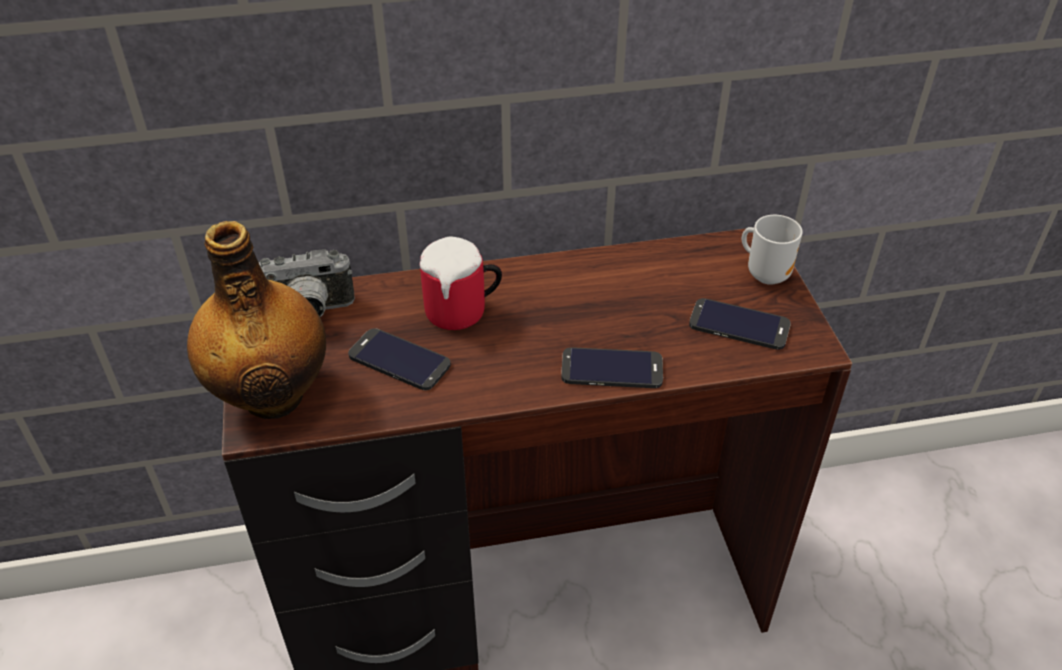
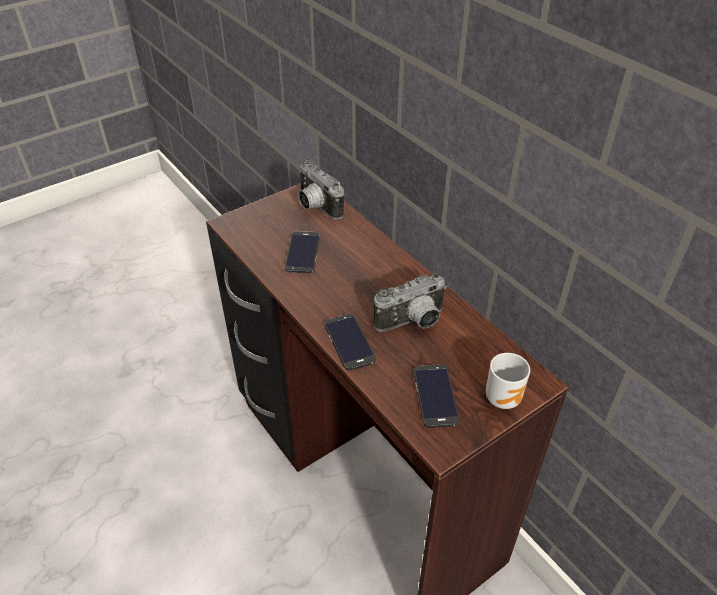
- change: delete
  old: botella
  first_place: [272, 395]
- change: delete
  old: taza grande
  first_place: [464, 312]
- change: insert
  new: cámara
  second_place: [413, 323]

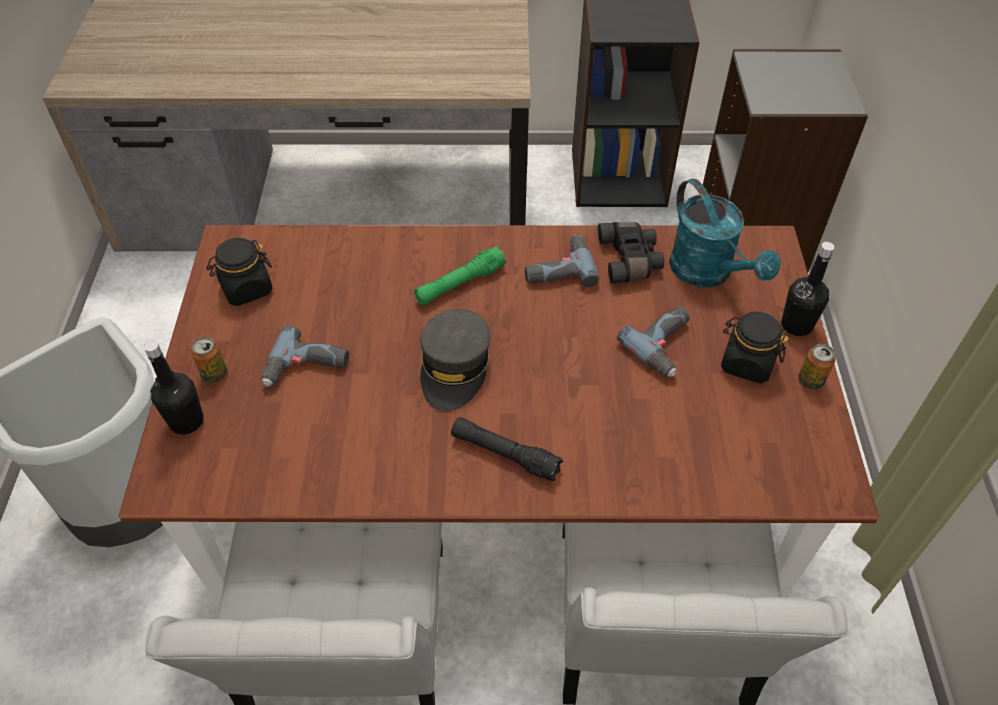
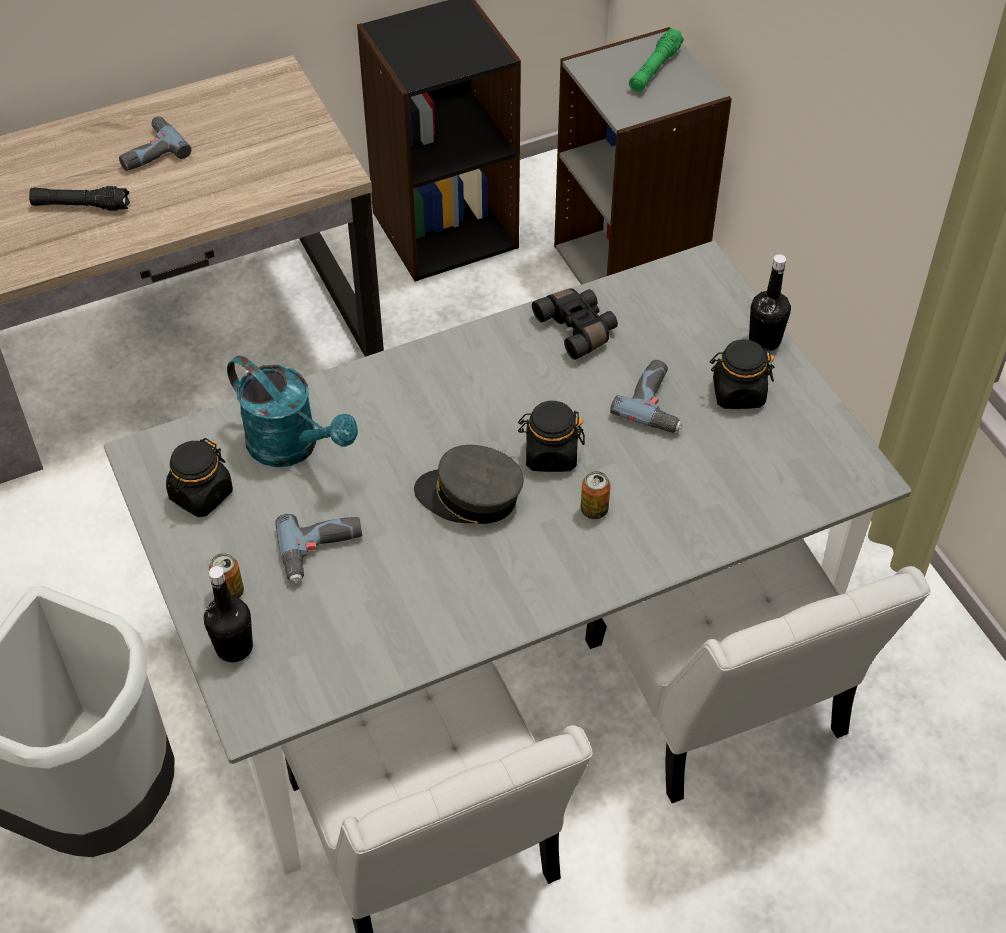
- change: recolor
  old: mesa de comedor/marrón
  new: mesa de comedor/gris
  first_place: [500, 497]
  second_place: [503, 634]
- change: move
  old: linterna/verde
  first_place: [460, 284]
  second_place: [654, 69]
- change: rotate
  old: gorra/gris
  first_place: [455, 368]
  second_place: [470, 497]
  degrees: 120
- change: move
  old: linterna/negro
  first_place: [505, 454]
  second_place: [81, 206]
- change: move
  old: taladro
  first_place: [557, 267]
  second_place: [149, 151]
- change: move
  old: regadera/turquesa
  first_place: [708, 273]
  second_place: [293, 447]
- change: move
  old: lata
  first_place: [810, 380]
  second_place: [594, 510]
- change: insert
  new: tarro/negro
  second_place: [550, 455]

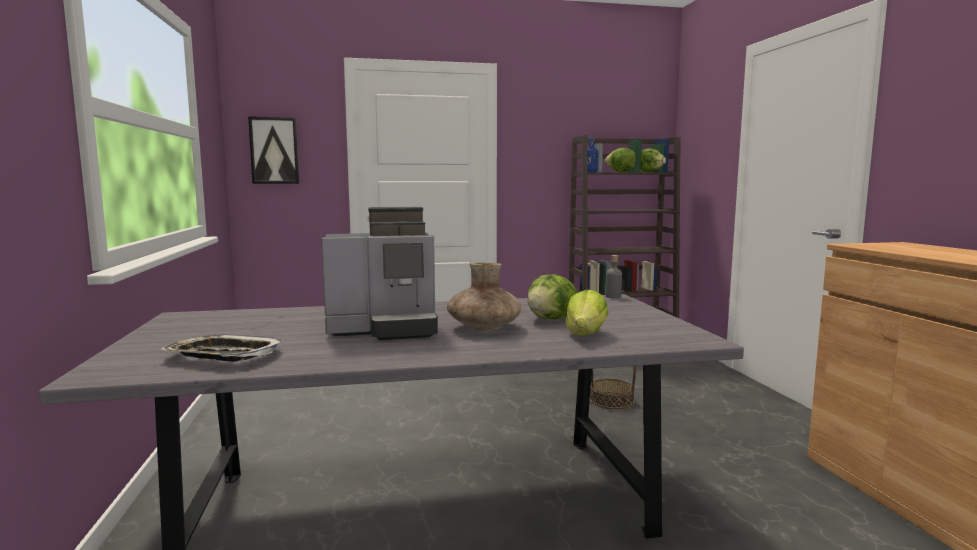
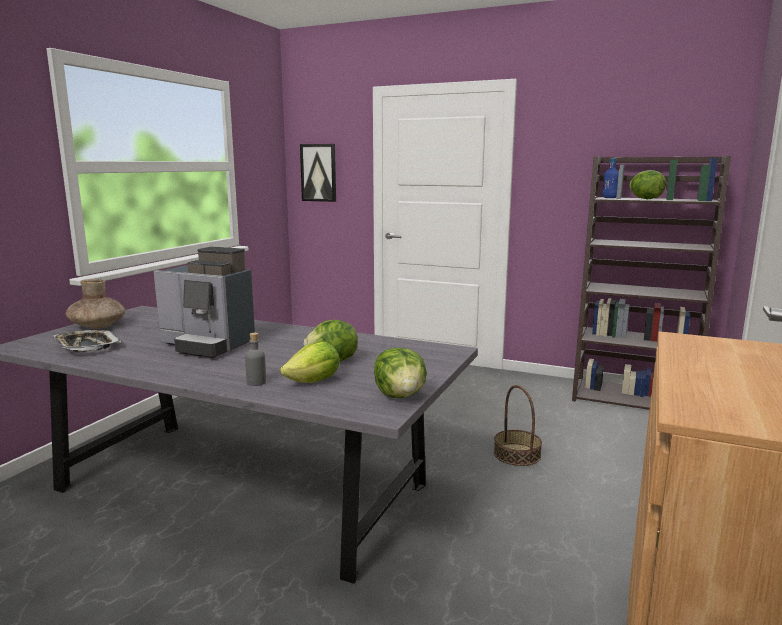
- change: move
  old: florero/marrón
  first_place: [484, 327]
  second_place: [98, 326]
- change: move
  old: botella/gris
  first_place: [613, 296]
  second_place: [256, 382]
- change: move
  old: lechuga
  first_place: [649, 172]
  second_place: [401, 396]

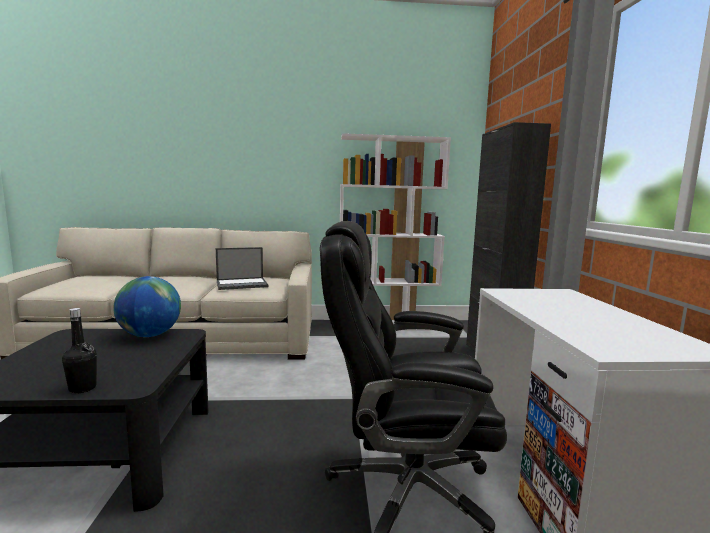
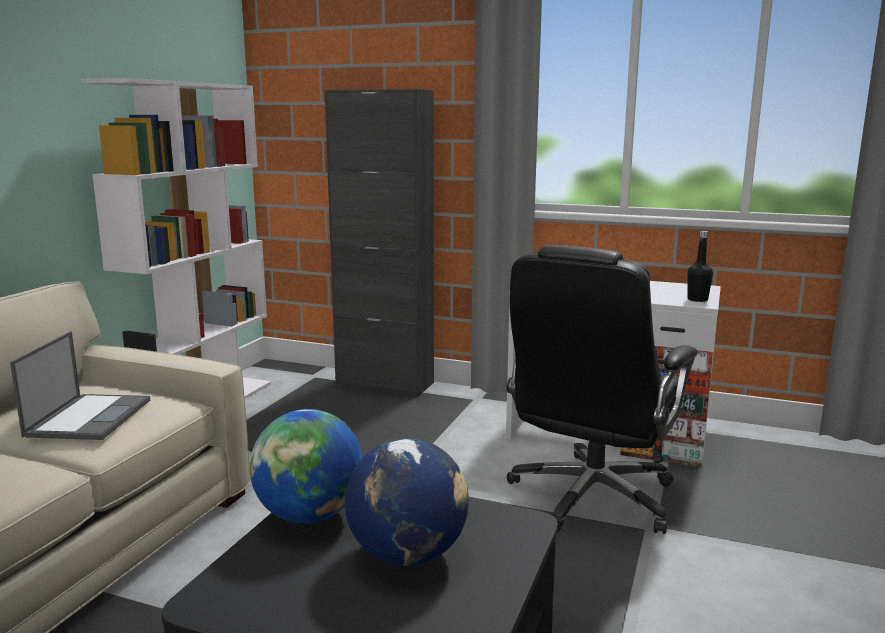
- change: move
  old: botella/negro
  first_place: [82, 388]
  second_place: [697, 299]
- change: insert
  new: globo terráqueo
  second_place: [408, 554]

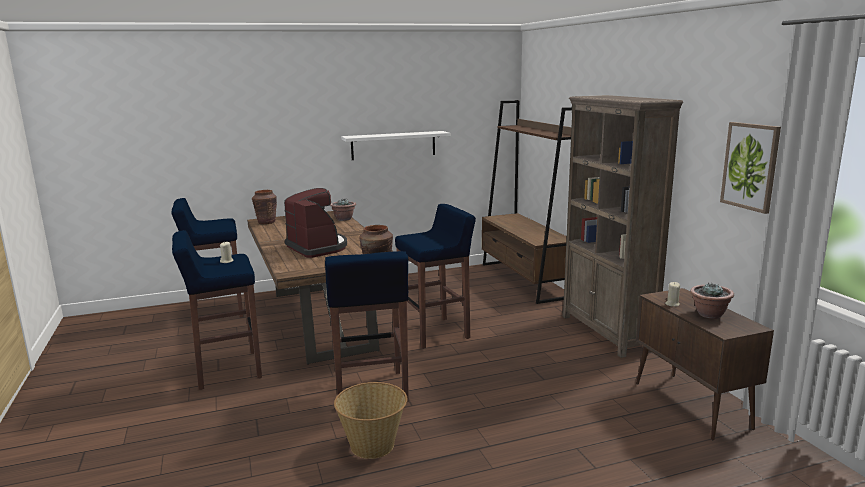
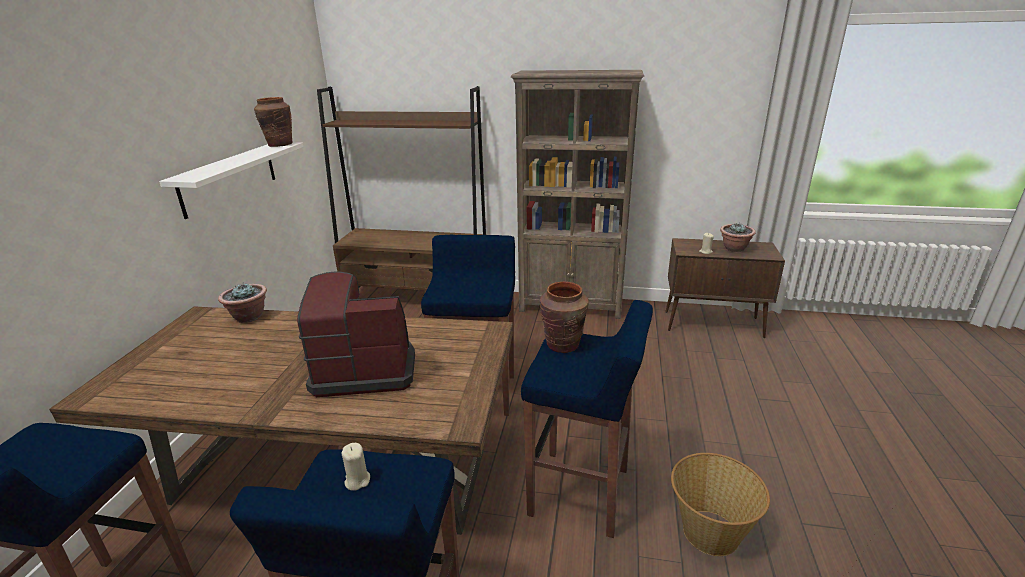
- change: move
  old: florero/marrón
  first_place: [266, 222]
  second_place: [280, 145]
- change: delete
  old: cuadro
  first_place: [750, 166]

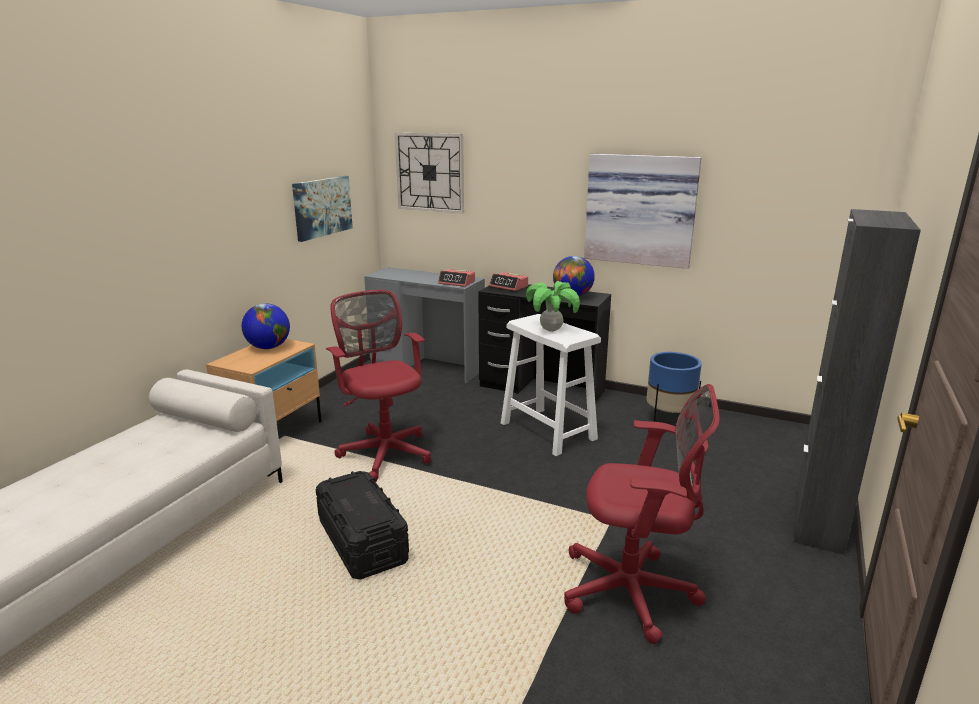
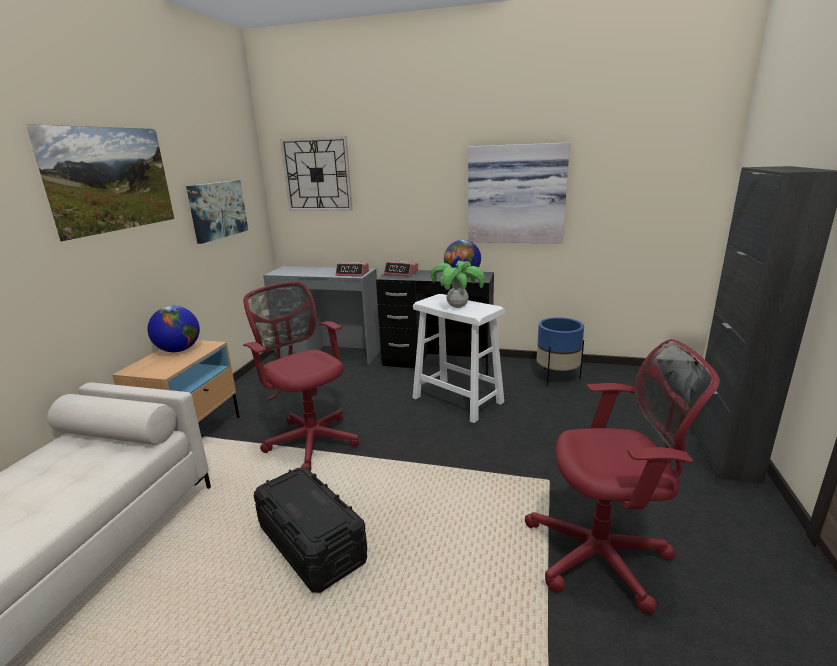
- change: insert
  new: cuadro
  second_place: [118, 204]

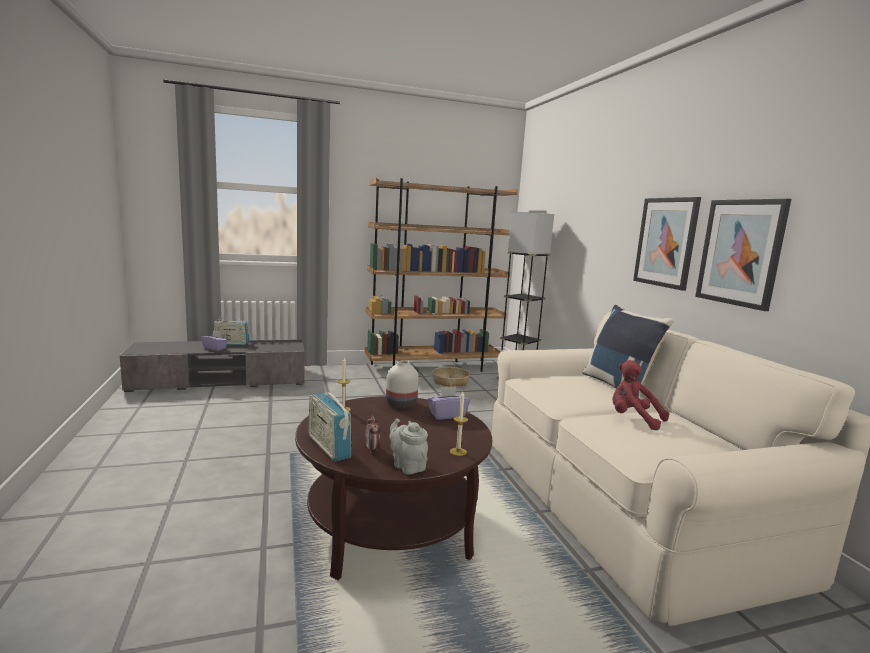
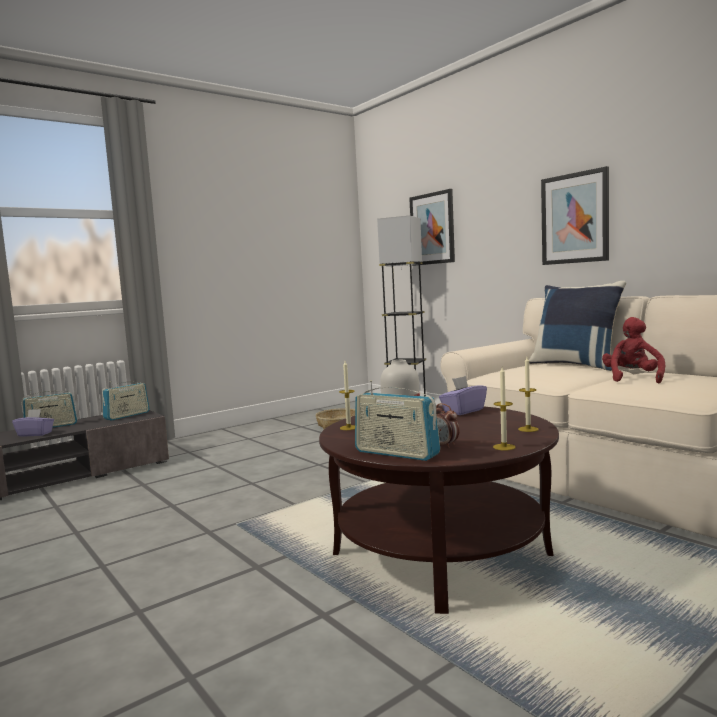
- change: delete
  old: estantería/marrón
  first_place: [433, 367]
- change: replace
  old: tetera/gris
  new: vela
  first_place: [407, 466]
  second_place: [504, 447]
- change: rotate
  old: peluche/rojo
  first_place: [633, 419]
  second_place: [632, 378]
  degrees: 90
- change: move
  old: cuadro
  first_place: [740, 252]
  second_place: [432, 228]
- change: insert
  new: radio
  second_place: [127, 415]

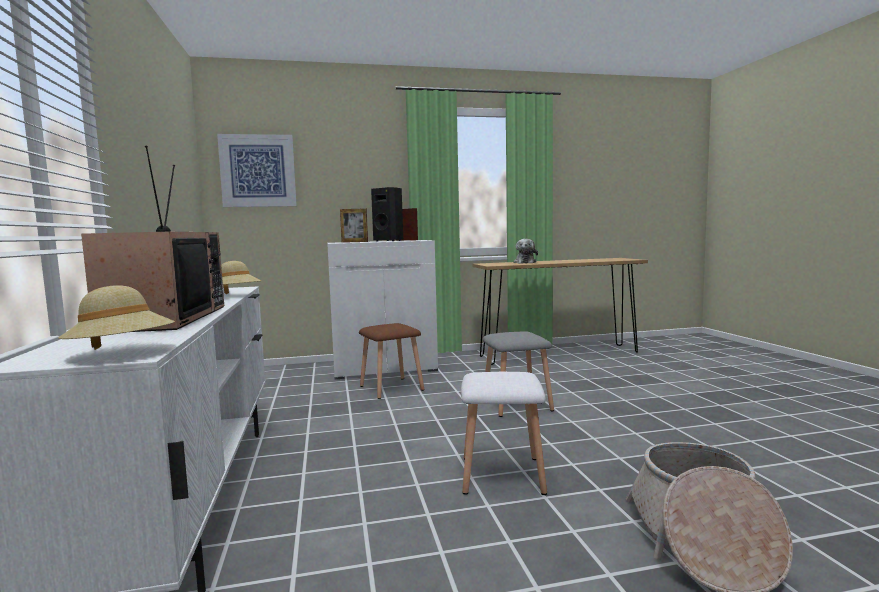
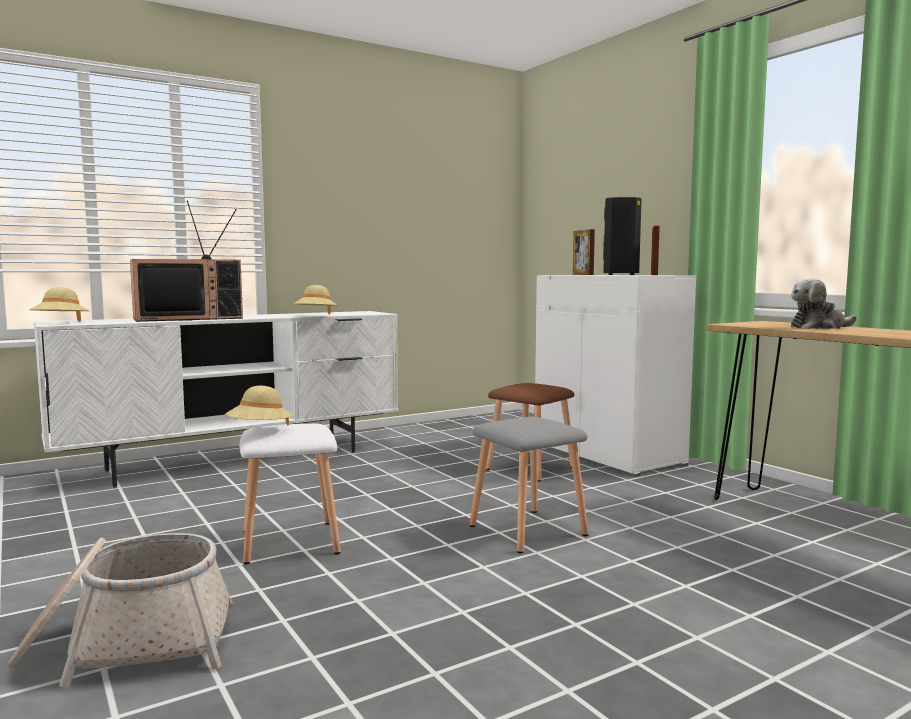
- change: delete
  old: cuadro
  first_place: [258, 171]
- change: insert
  new: sombrero/beis
  second_place: [259, 431]

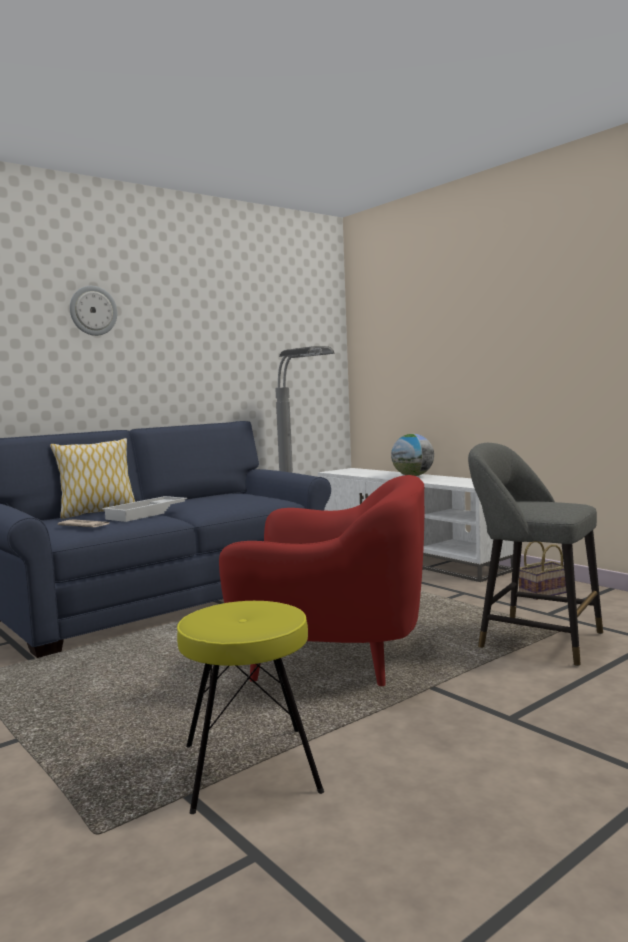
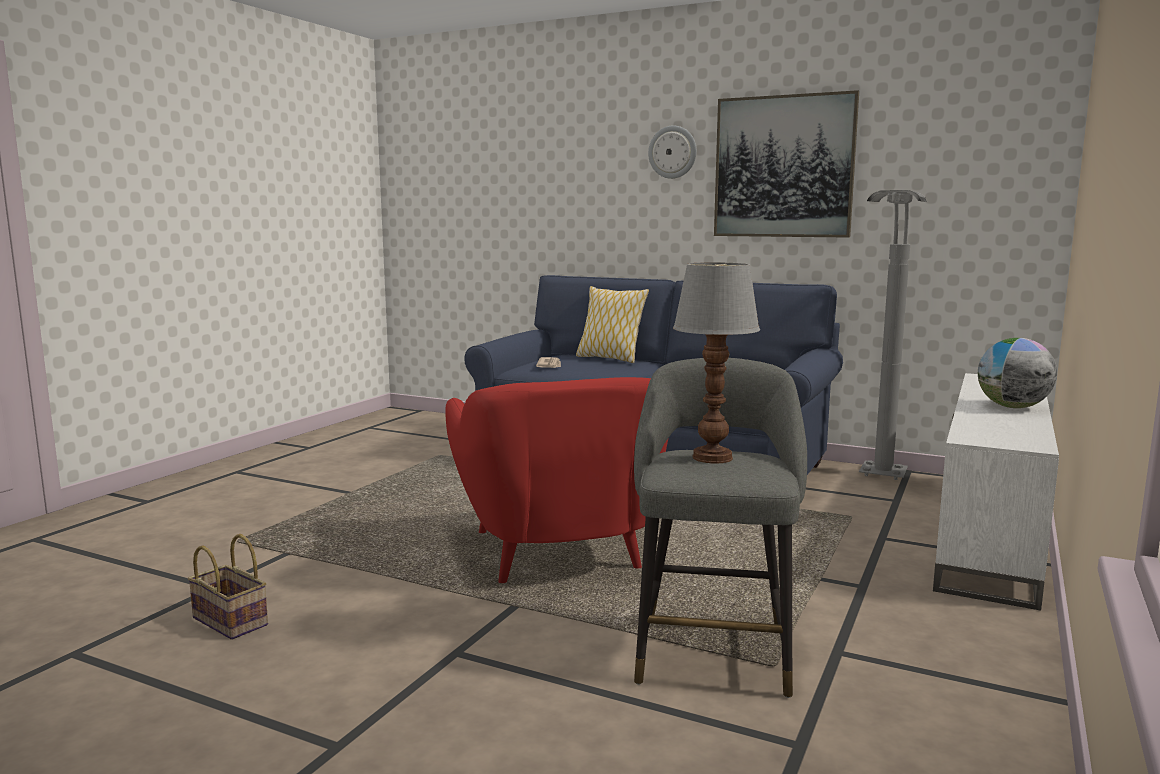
- change: delete
  old: bandeja/blanco
  first_place: [146, 514]
- change: delete
  old: taburete/amarillo
  first_place: [249, 768]
- change: move
  old: cesta
  first_place: [544, 592]
  second_place: [232, 621]
- change: insert
  new: lámpara de mesa
  second_place: [711, 458]
- change: insert
  new: cuadro
  second_place: [783, 167]

